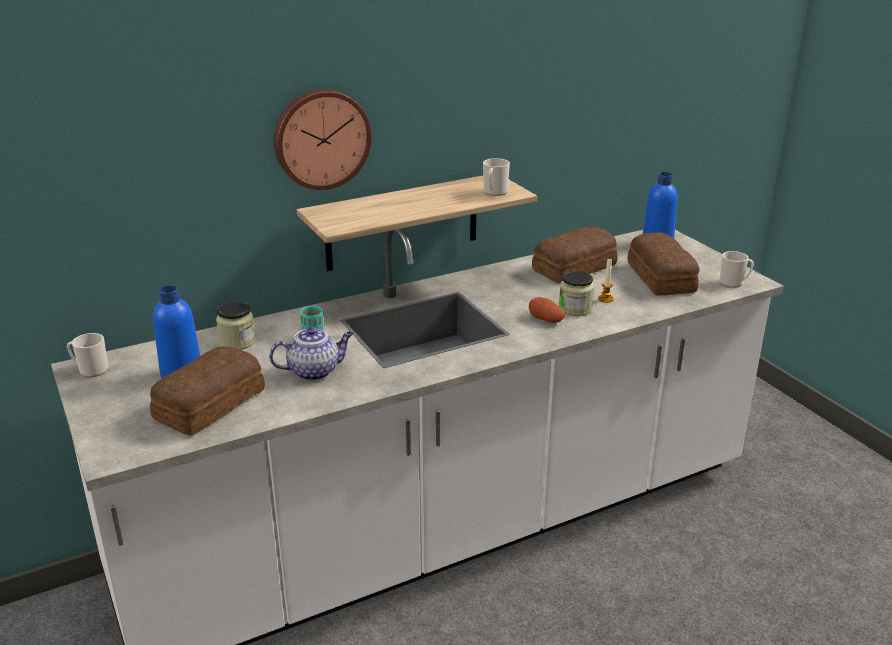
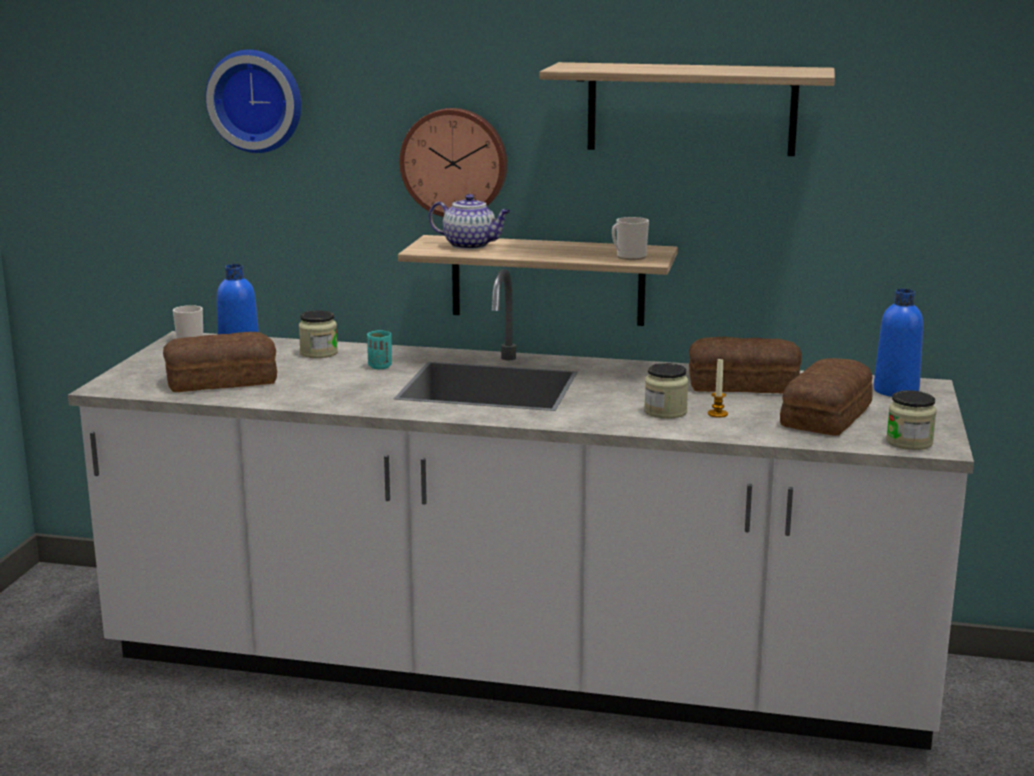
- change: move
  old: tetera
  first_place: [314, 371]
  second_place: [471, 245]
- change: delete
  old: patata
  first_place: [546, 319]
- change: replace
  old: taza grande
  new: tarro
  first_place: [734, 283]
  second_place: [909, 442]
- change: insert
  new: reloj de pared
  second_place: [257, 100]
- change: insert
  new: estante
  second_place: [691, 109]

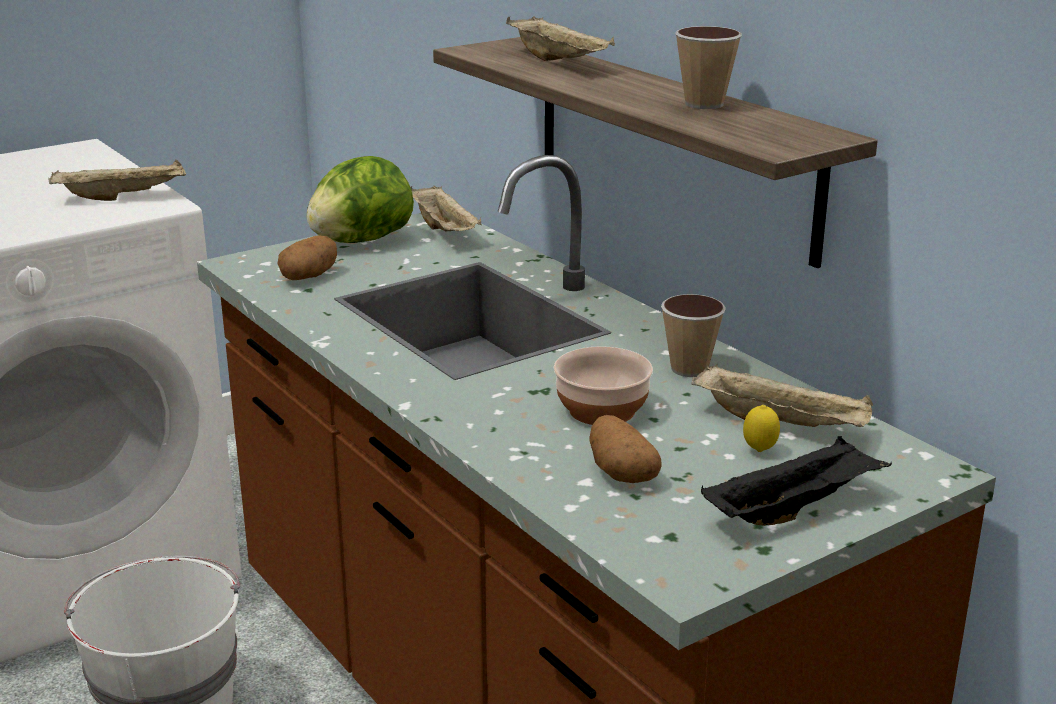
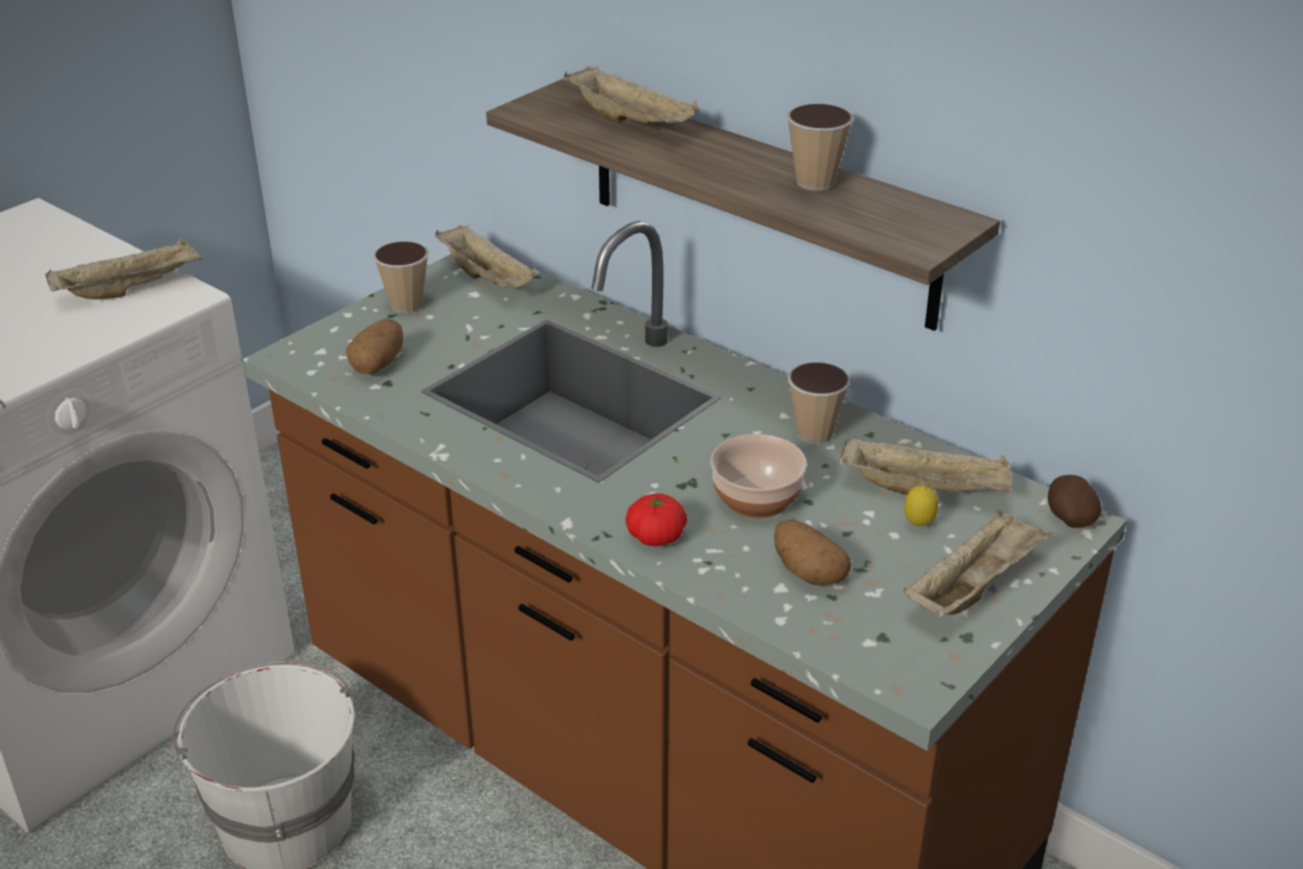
- change: replace
  old: lechuga
  new: taza
  first_place: [361, 241]
  second_place: [406, 305]
- change: recolor
  old: bandeja/negro
  new: bandeja/beis
  first_place: [793, 508]
  second_place: [973, 586]
- change: insert
  new: tomate
  second_place: [656, 537]
- change: insert
  new: patata
  second_place: [1068, 518]

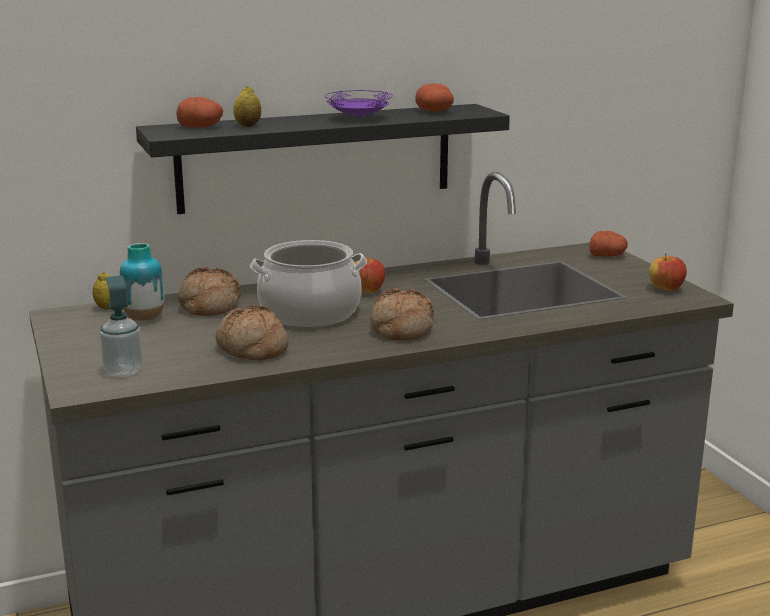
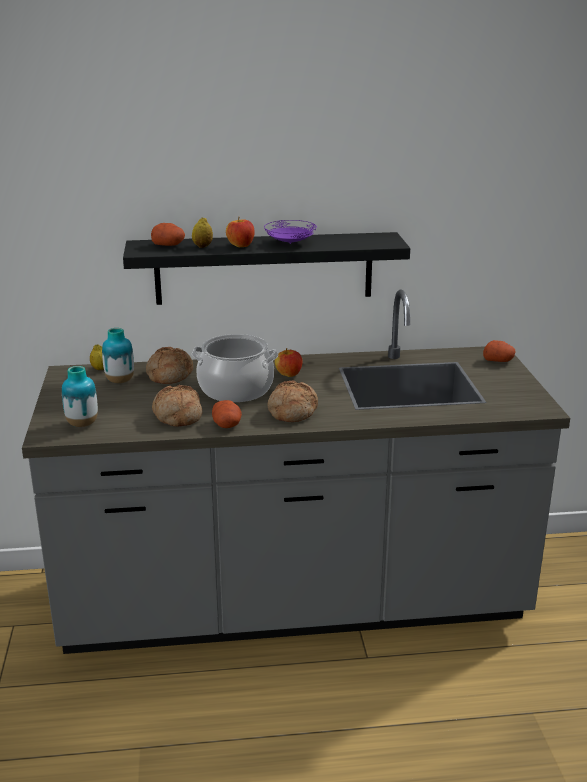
- change: replace
  old: dispensador de jabón
  new: florero
  first_place: [123, 371]
  second_place: [82, 424]
- change: move
  old: patata
  first_place: [435, 111]
  second_place: [227, 425]
- change: move
  old: manzana
  first_place: [666, 289]
  second_place: [240, 246]

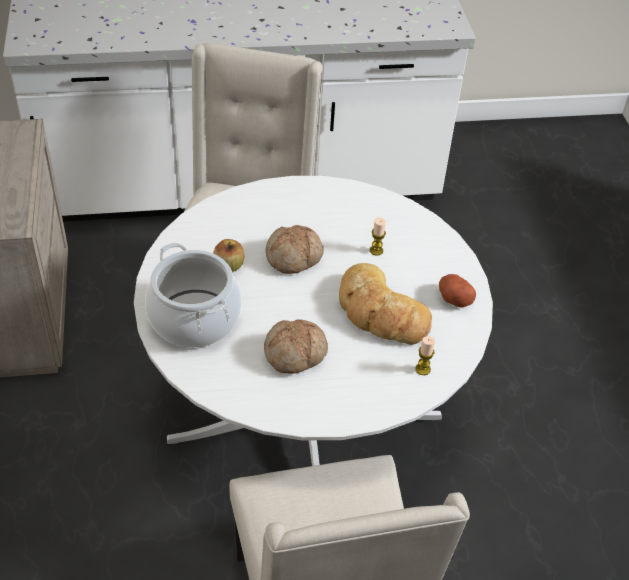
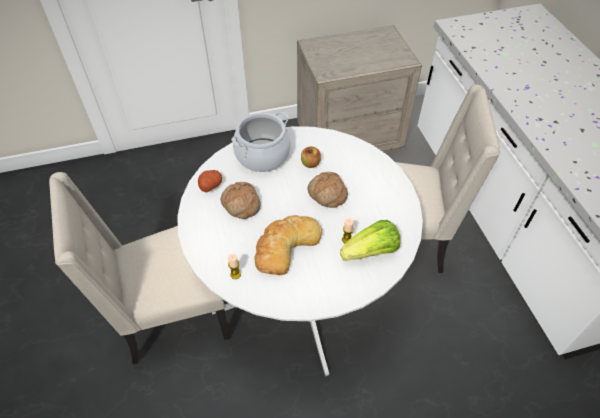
- change: move
  old: patata
  first_place: [454, 298]
  second_place: [210, 185]
- change: insert
  new: lechuga
  second_place: [371, 252]

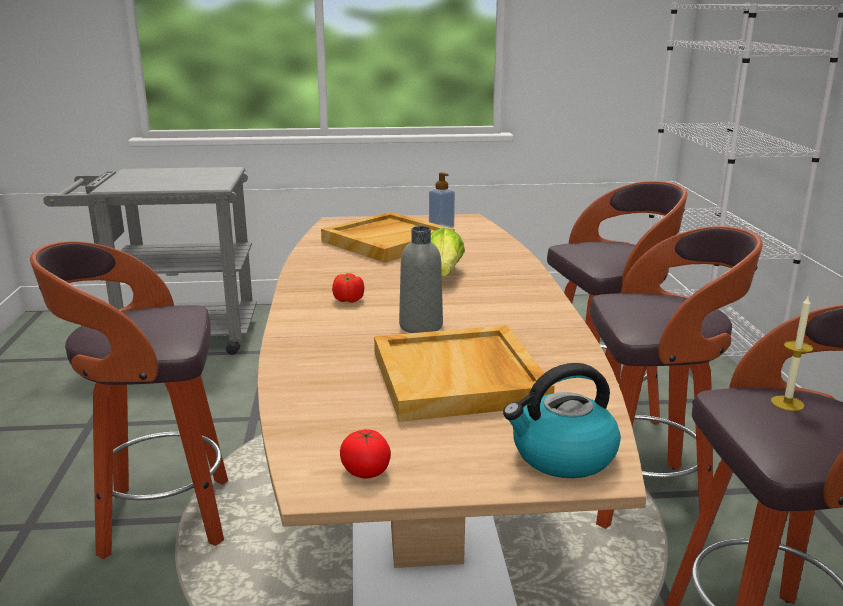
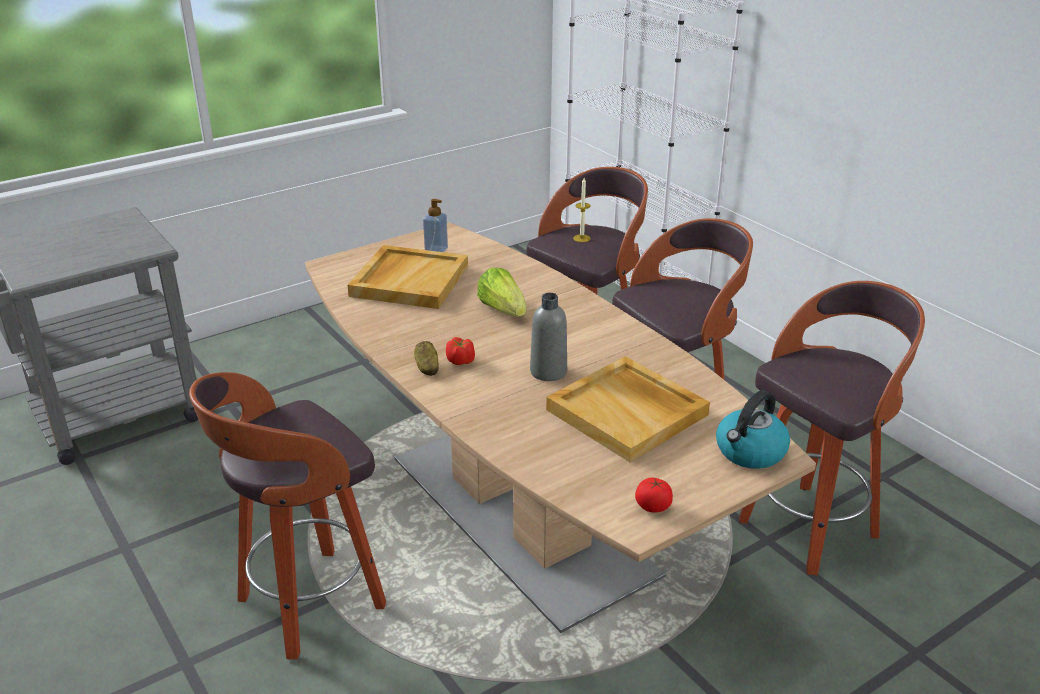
- change: move
  old: vela
  first_place: [787, 403]
  second_place: [581, 238]
- change: insert
  new: patata
  second_place: [427, 368]

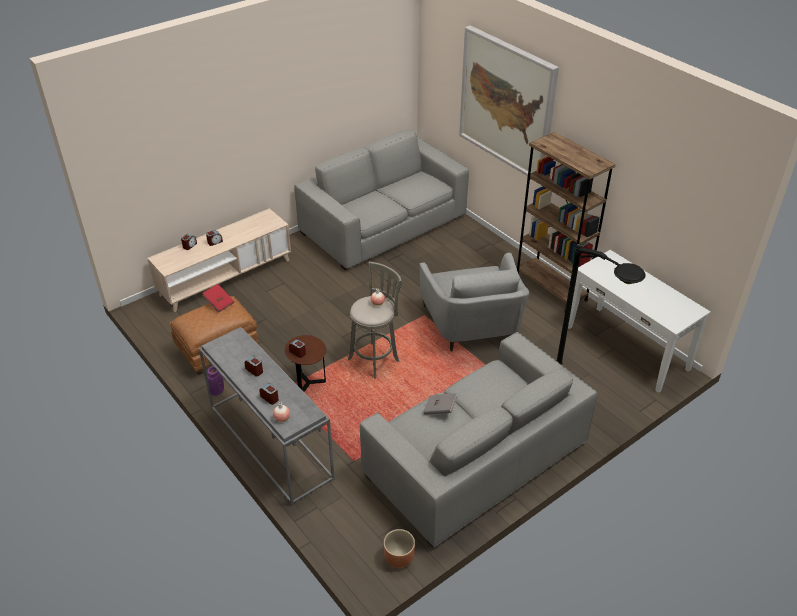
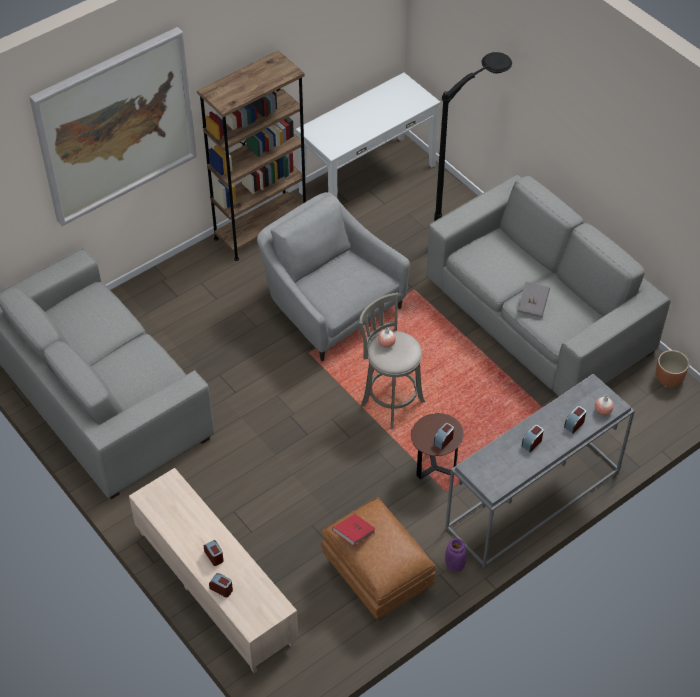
- change: rotate
  old: sillón/gris
  first_place: [473, 326]
  second_place: [330, 306]
  degrees: -120

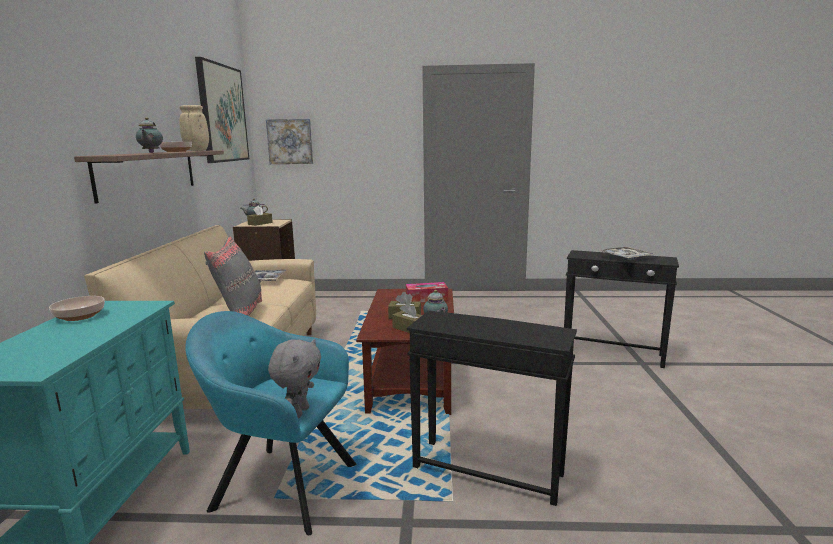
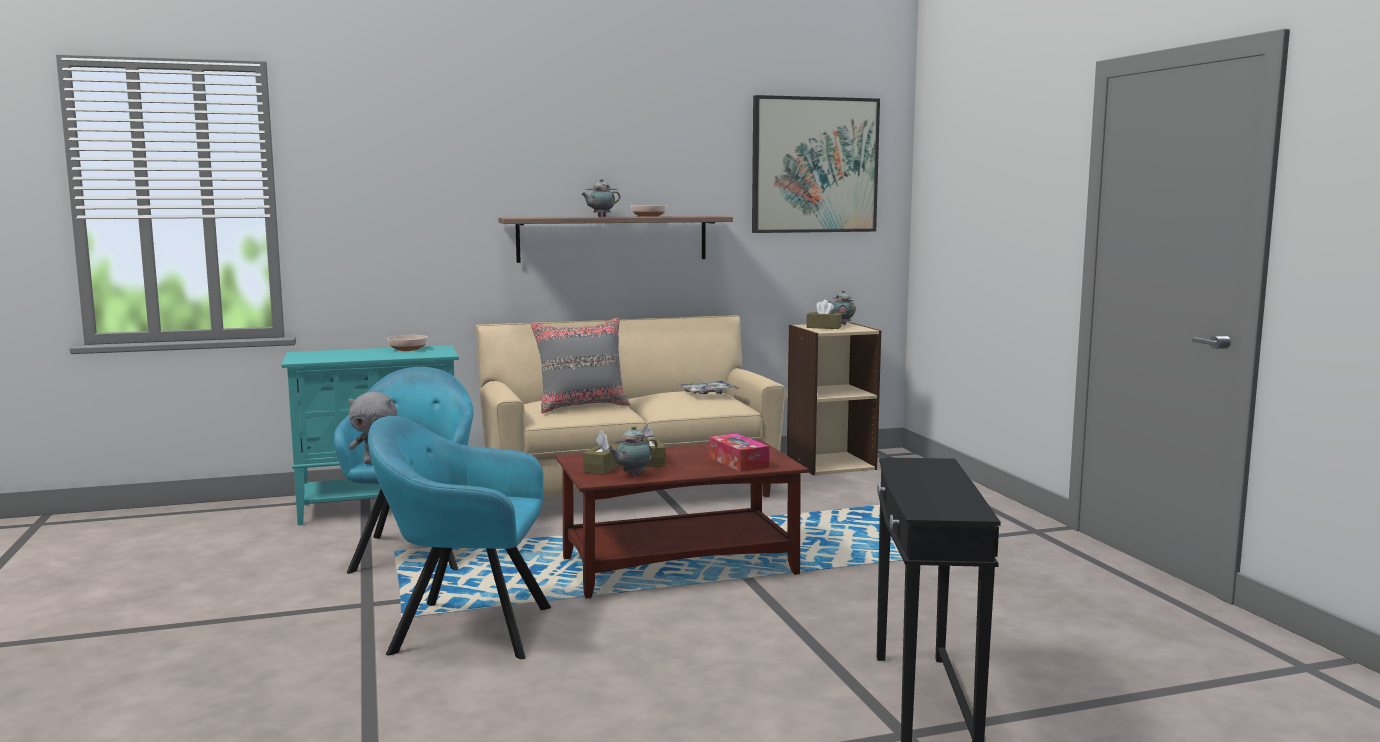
- change: delete
  old: florero/beis
  first_place: [196, 150]
- change: delete
  old: cuadro
  first_place: [290, 141]
- change: replace
  old: mesa auxiliar/negro
  new: sillón/turquesa
  first_place: [487, 470]
  second_place: [464, 629]
- change: delete
  old: bandeja
  first_place: [626, 258]

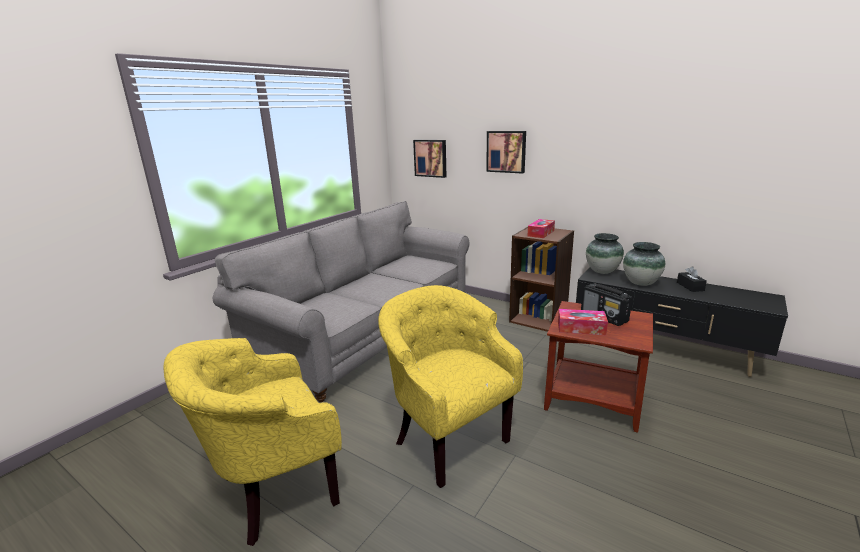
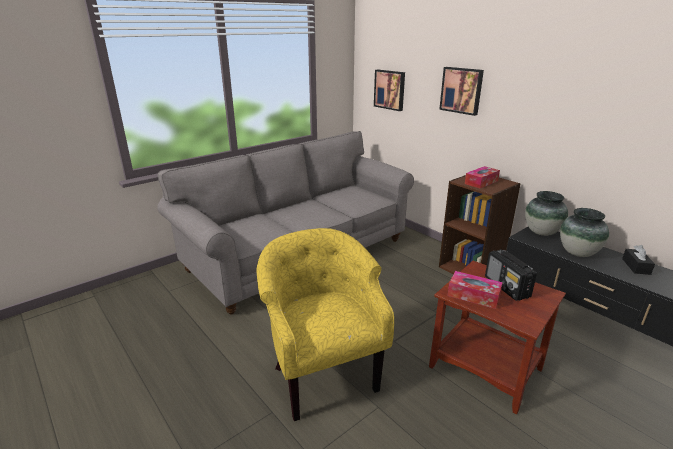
- change: delete
  old: sillón/amarillo
  first_place: [273, 492]

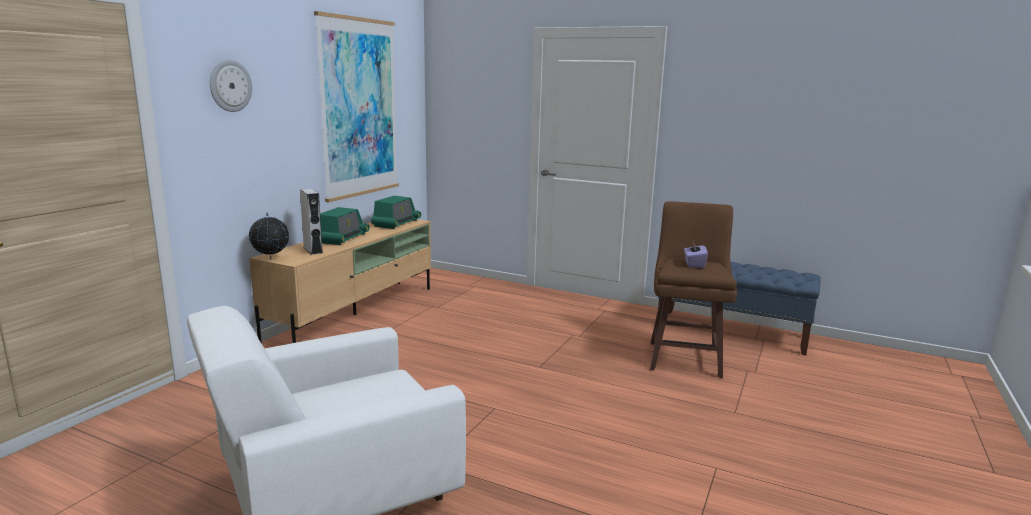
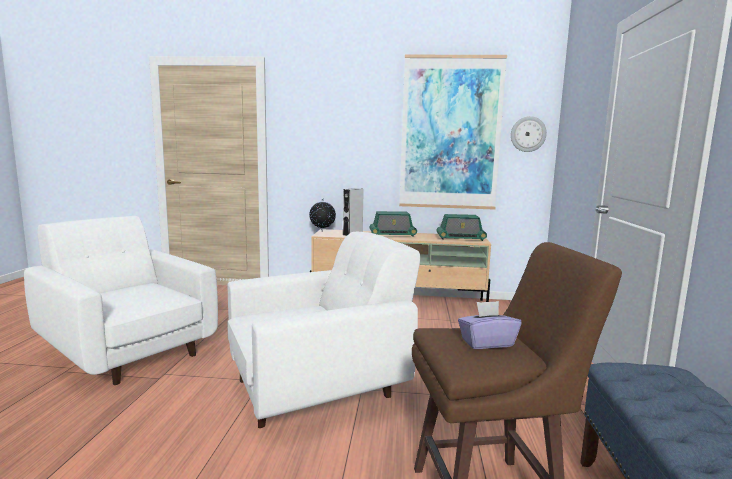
- change: move
  old: reloj de pared
  first_place: [230, 85]
  second_place: [528, 134]
- change: insert
  new: sillón/blanco
  second_place: [319, 387]

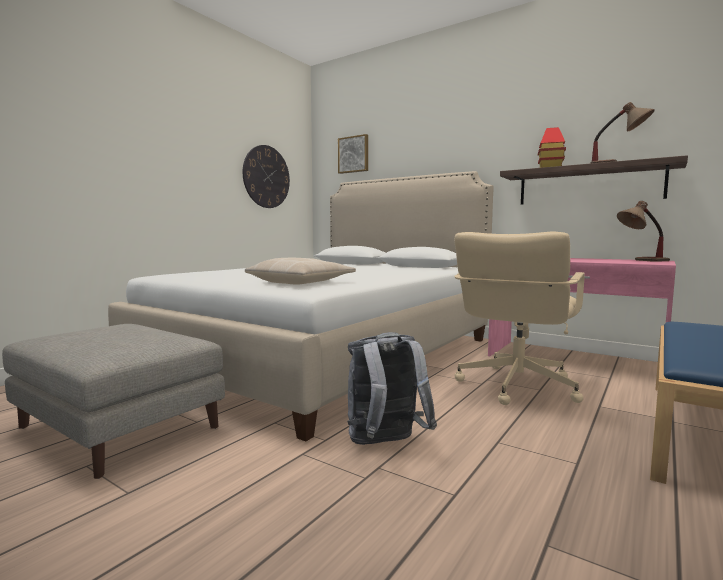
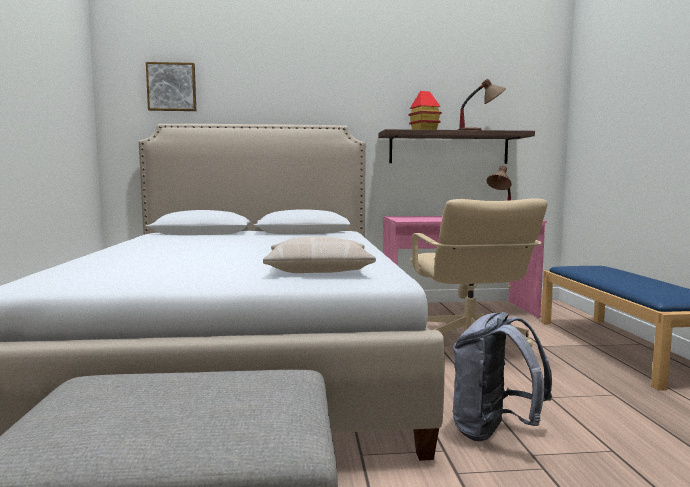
- change: delete
  old: reloj de pared
  first_place: [266, 177]

